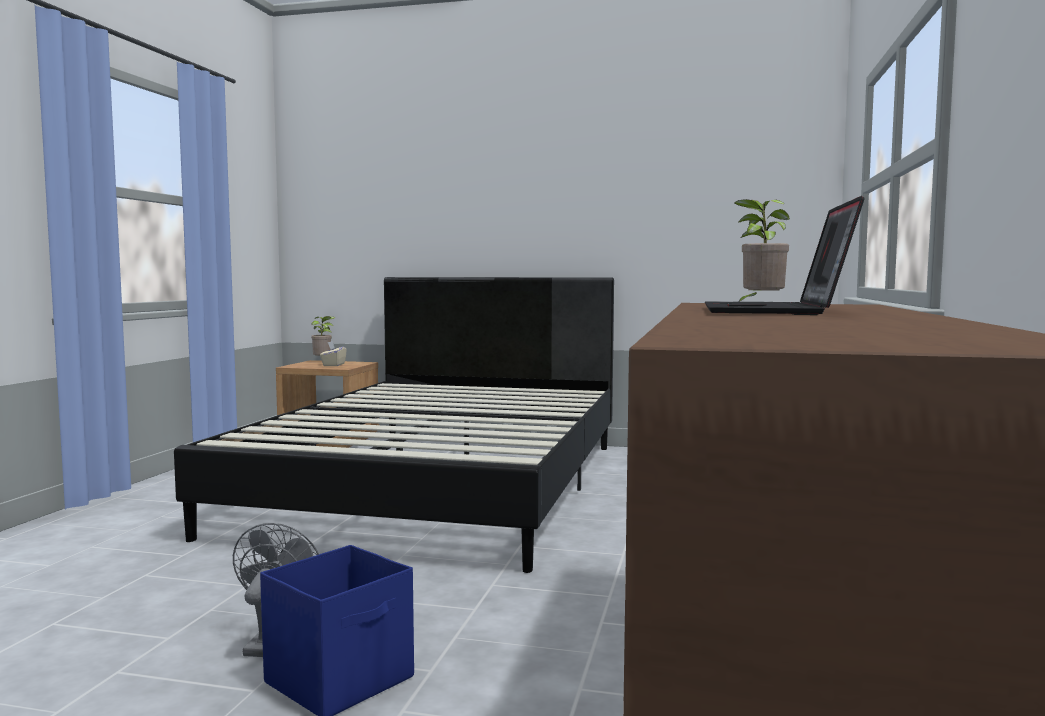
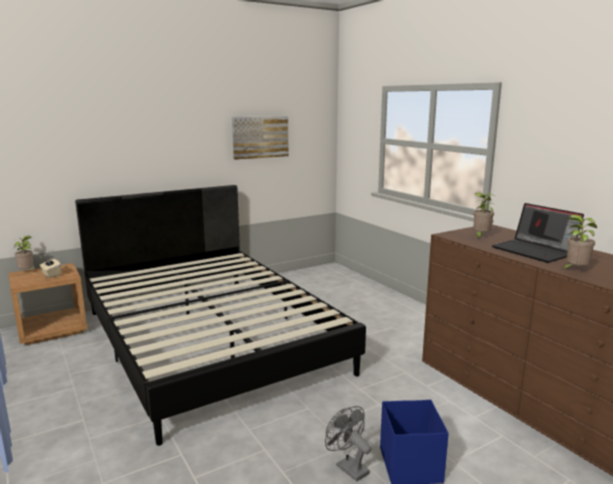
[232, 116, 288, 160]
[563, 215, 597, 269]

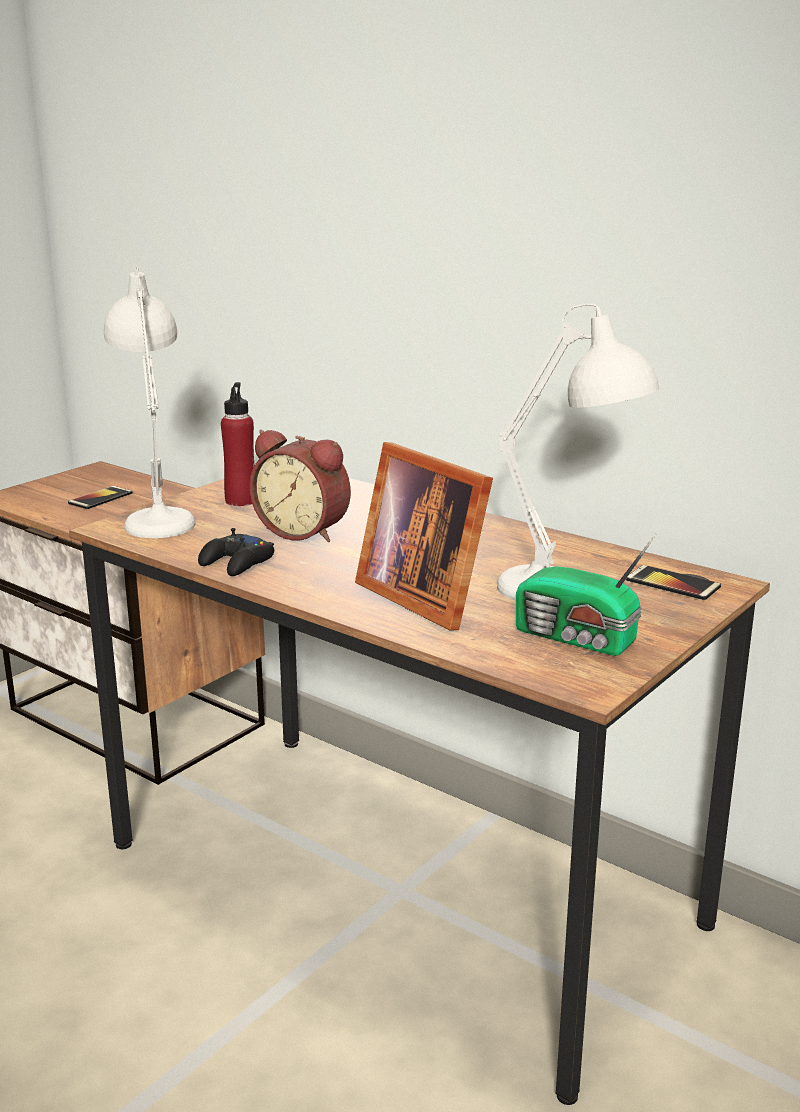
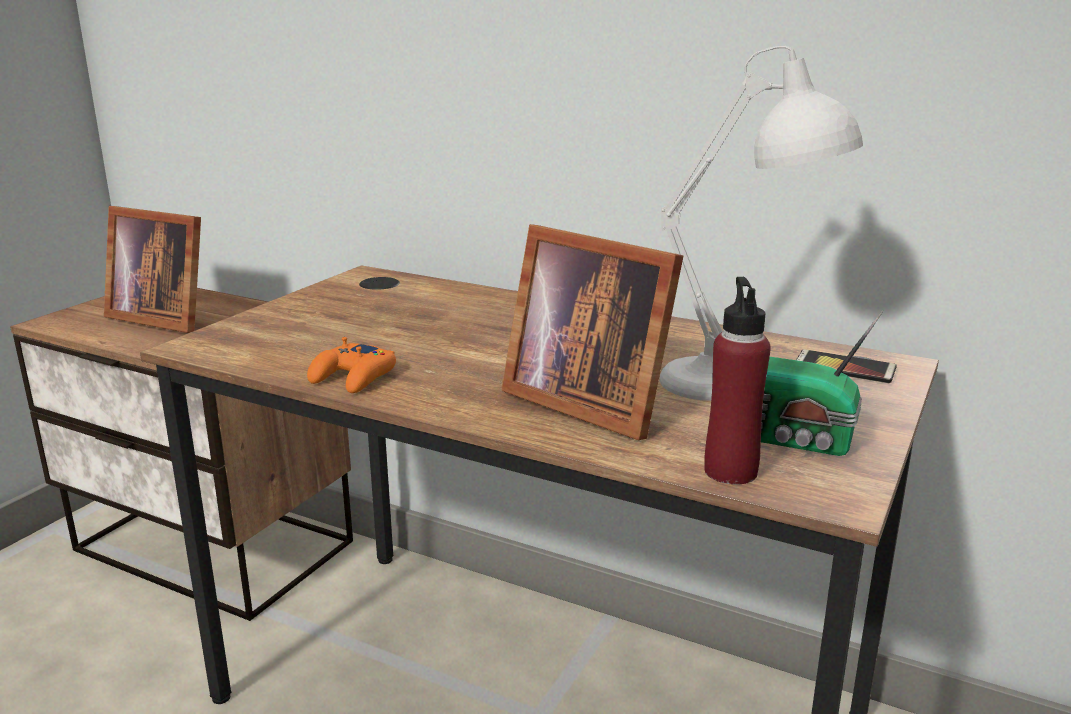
[104, 206, 201, 333]
[104, 266, 195, 538] (first image)
[307, 337, 396, 393]
[704, 277, 771, 485]
[249, 430, 351, 542] (first image)

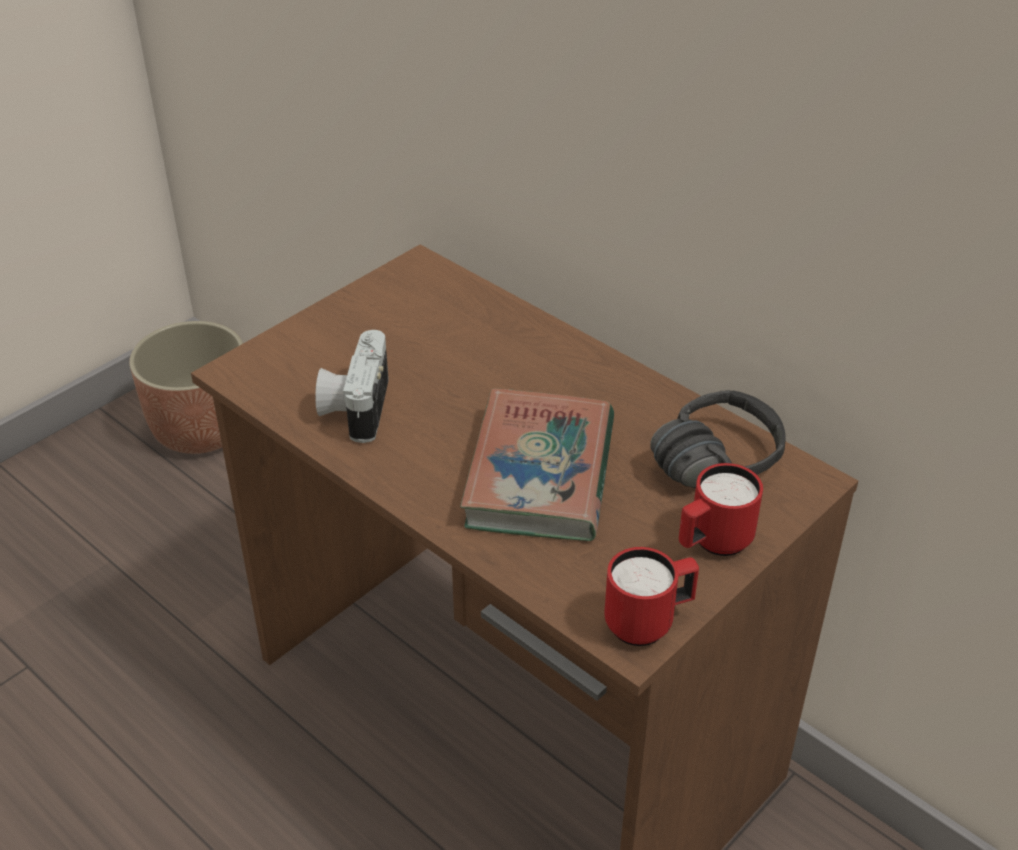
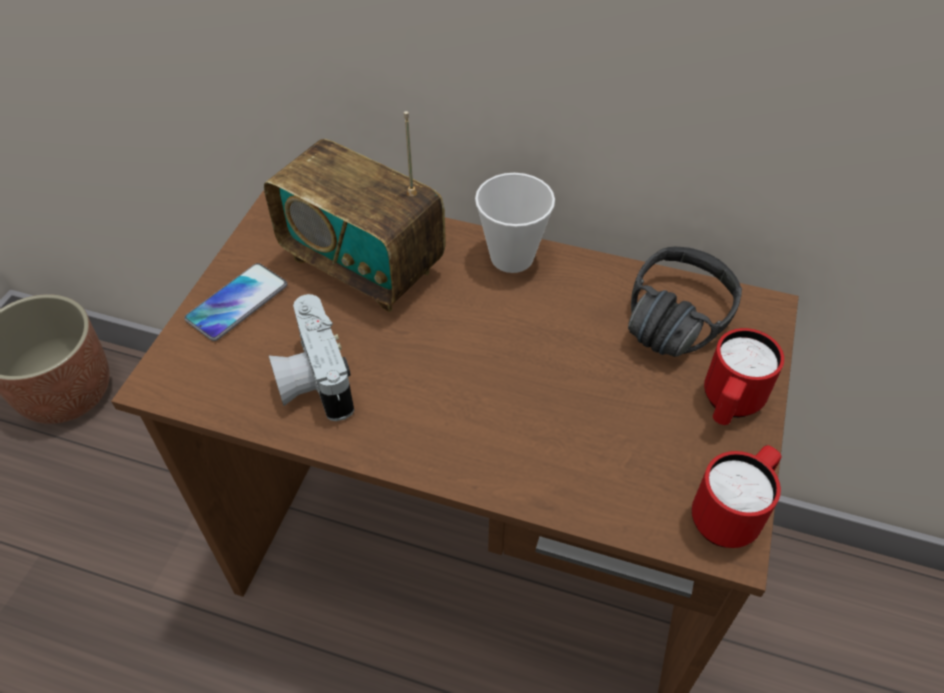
[460, 388, 614, 541] (first image)
[184, 263, 287, 341]
[264, 111, 446, 312]
[475, 173, 555, 273]

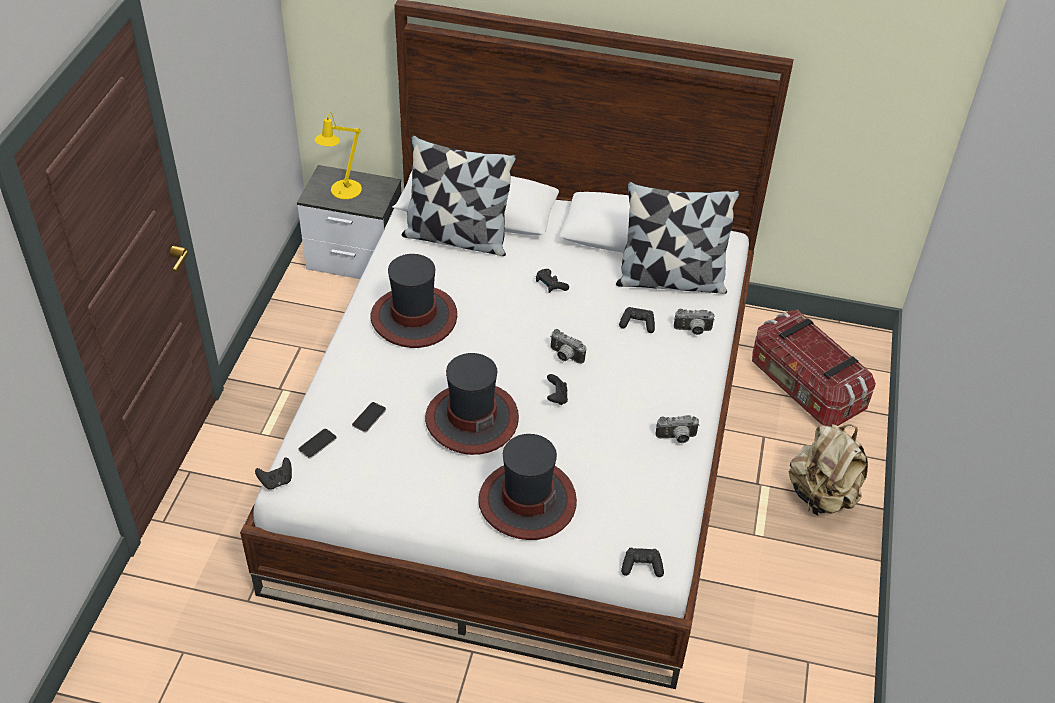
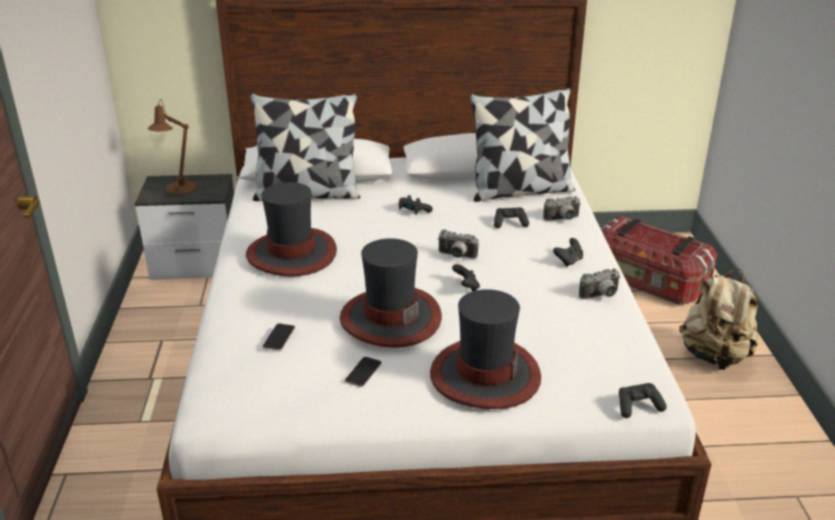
[553, 238, 583, 267]
[345, 357, 382, 387]
[147, 99, 197, 195]

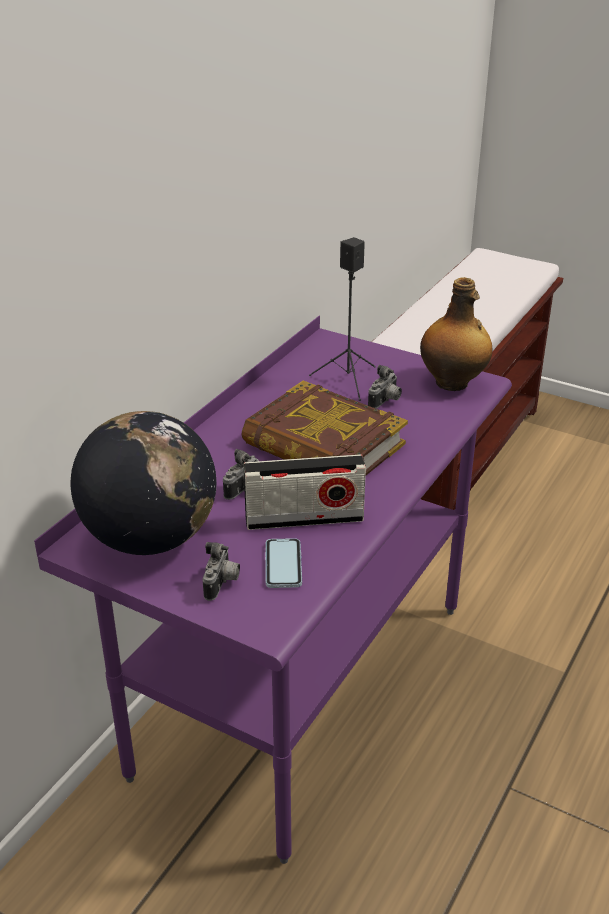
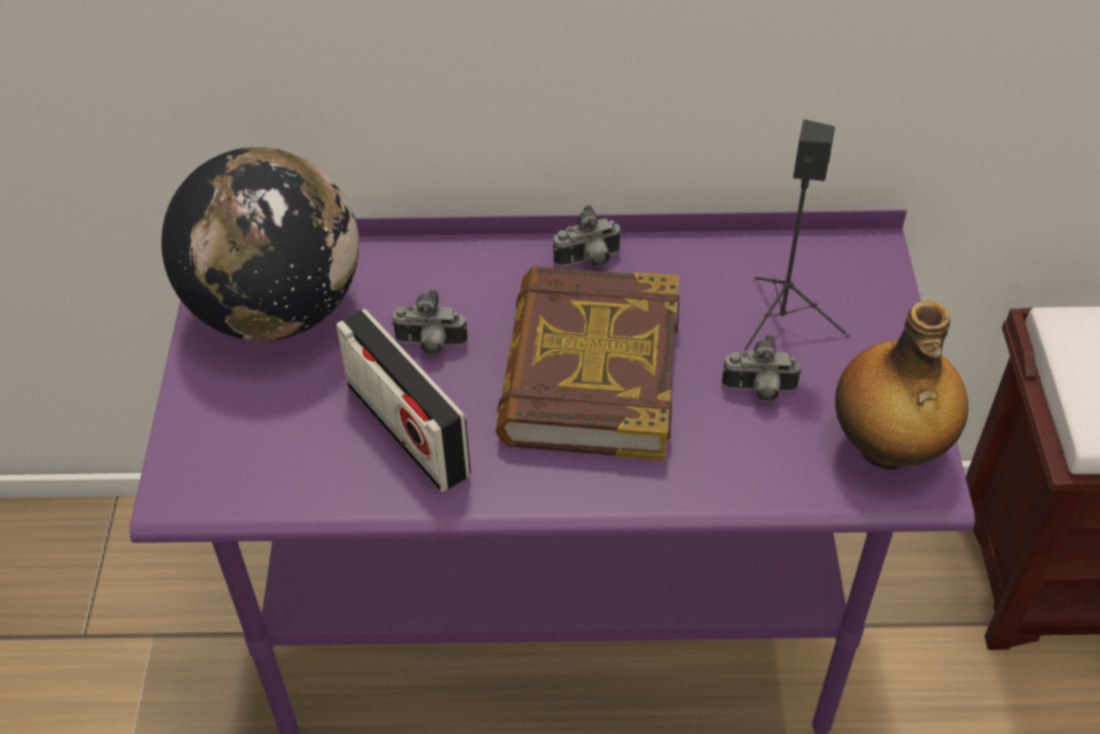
[553, 205, 622, 267]
[265, 538, 302, 588] (first image)

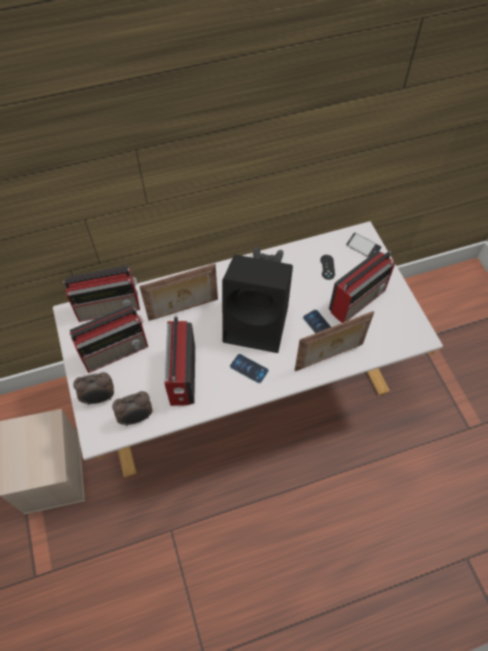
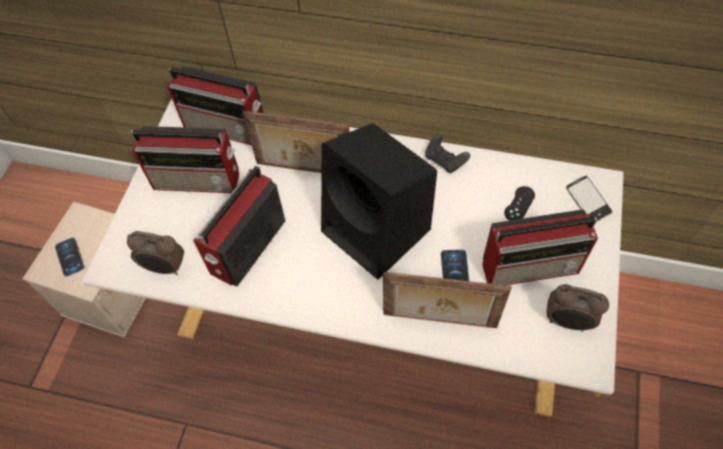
[547, 284, 609, 332]
[55, 238, 84, 277]

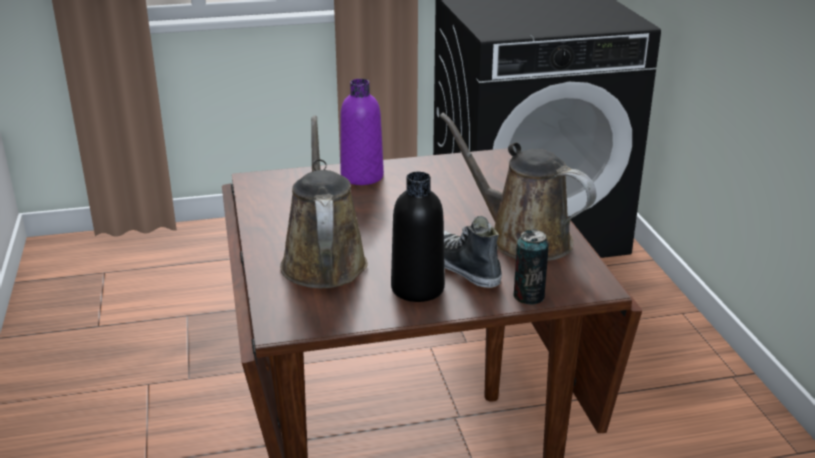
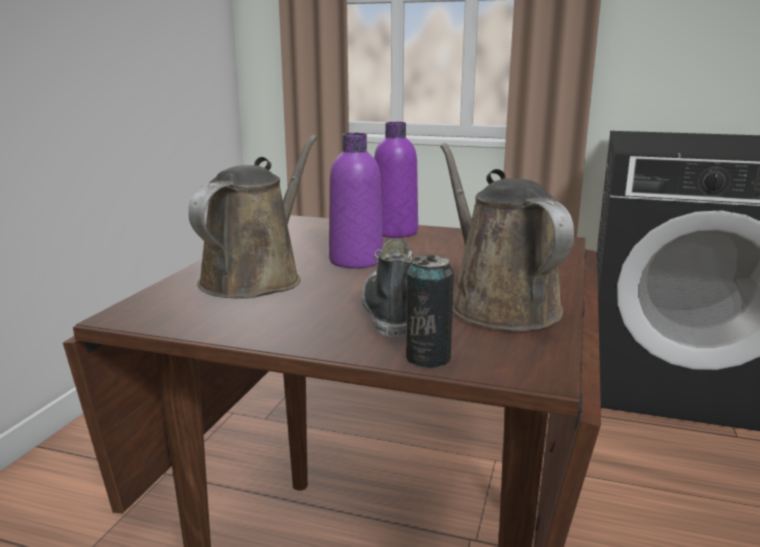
[391, 172, 445, 302] (first image)
[329, 133, 383, 269]

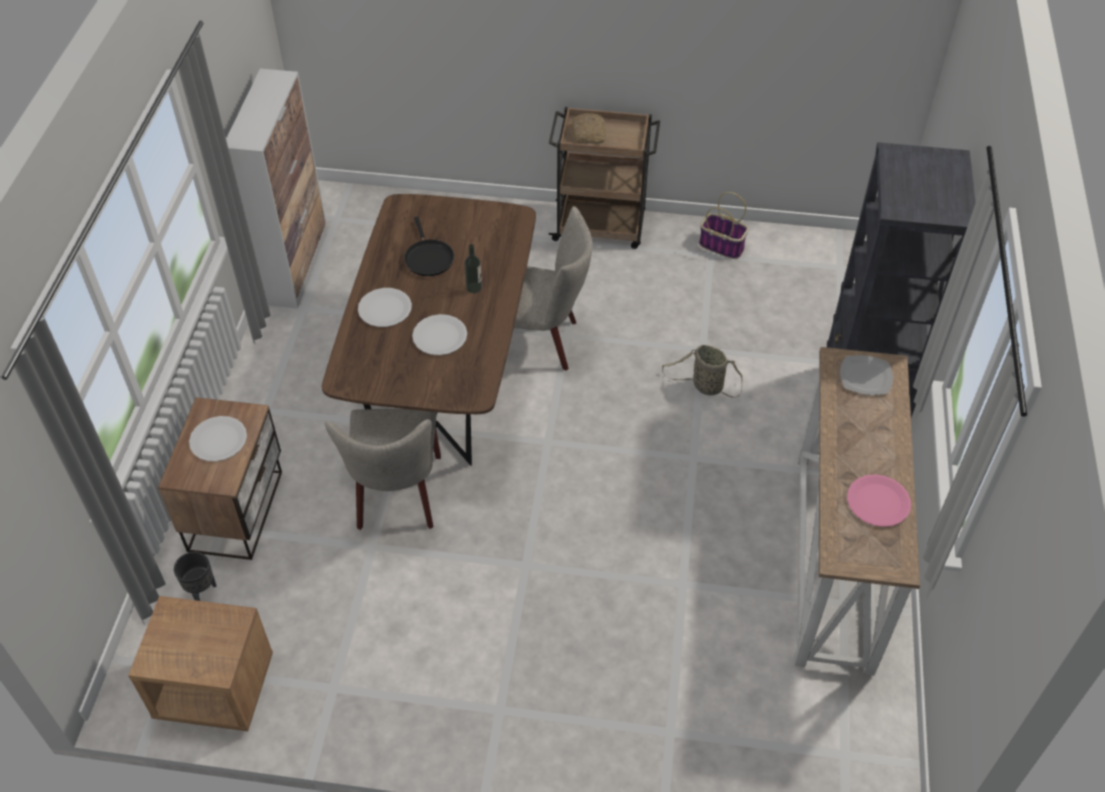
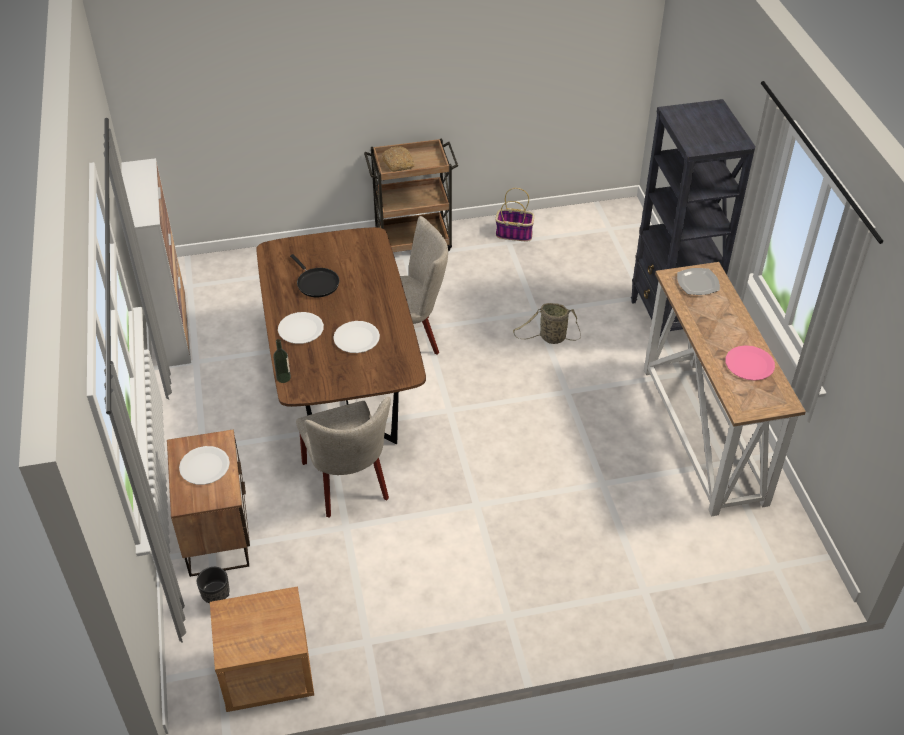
[273, 339, 291, 383]

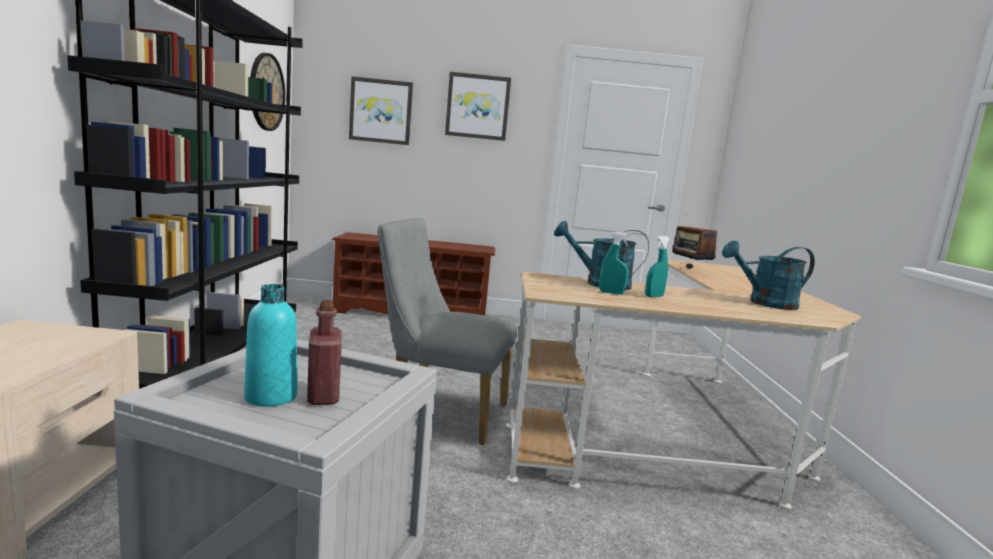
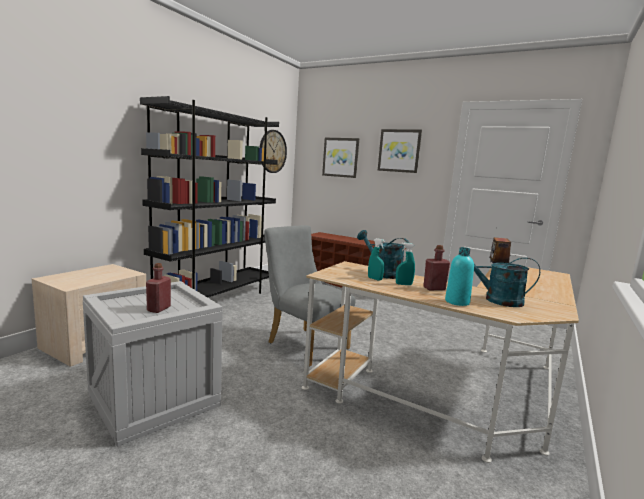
[445, 247, 474, 306]
[423, 245, 450, 290]

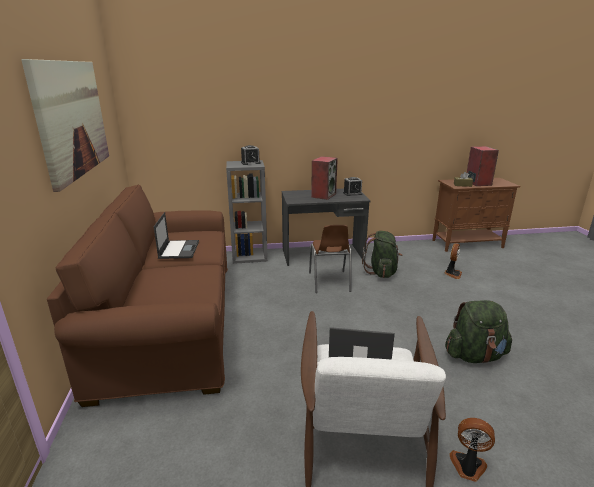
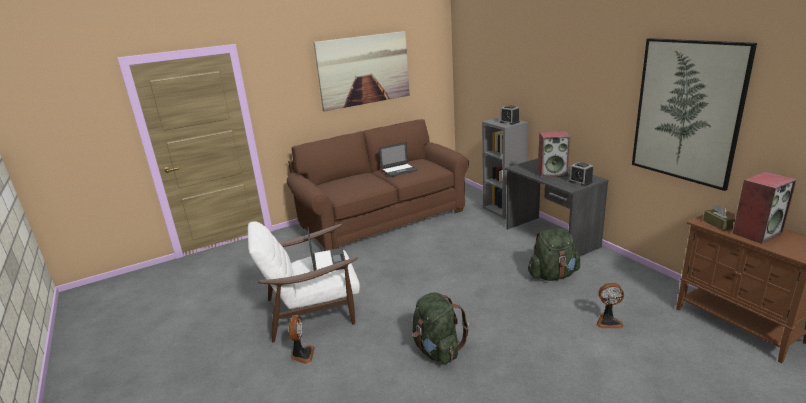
[309, 225, 352, 293] (first image)
[632, 38, 757, 191]

